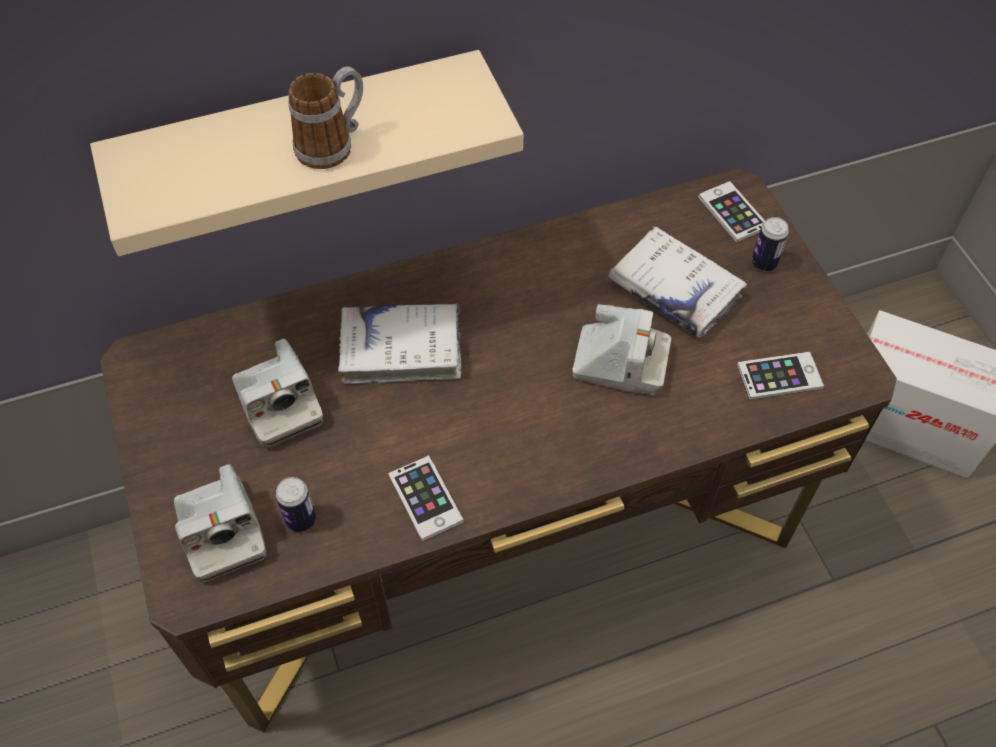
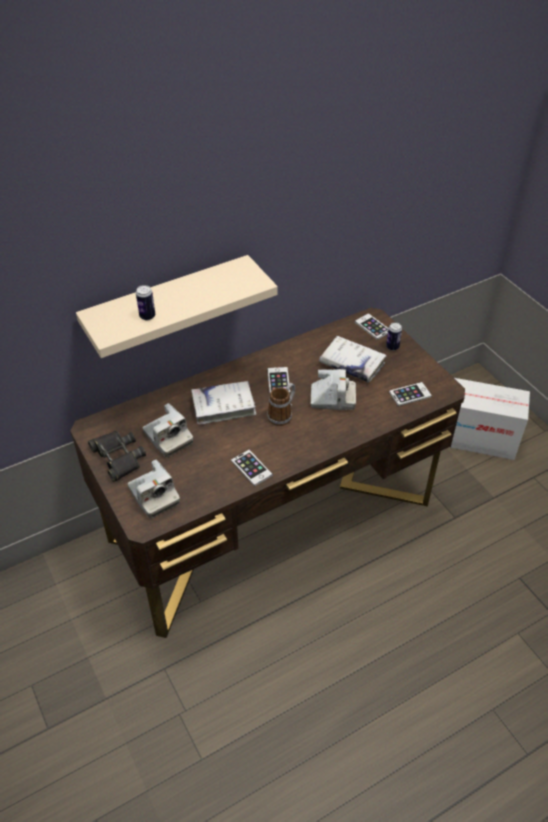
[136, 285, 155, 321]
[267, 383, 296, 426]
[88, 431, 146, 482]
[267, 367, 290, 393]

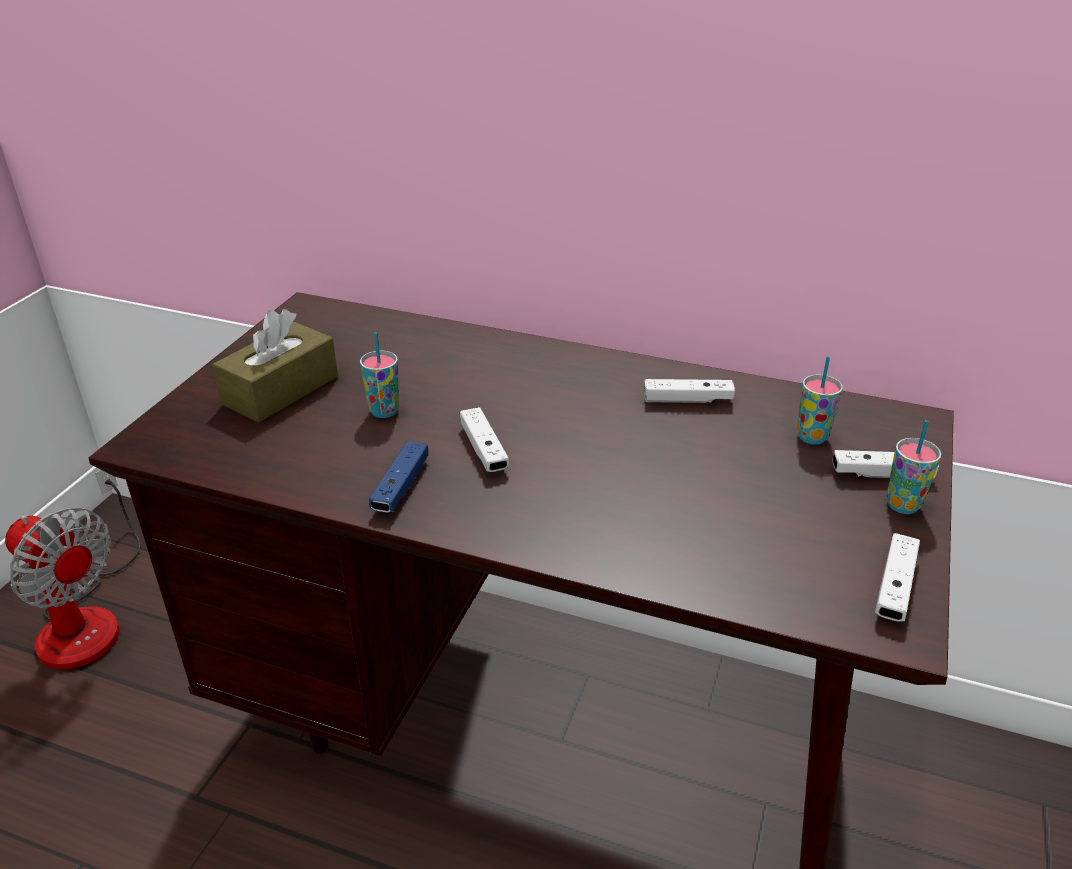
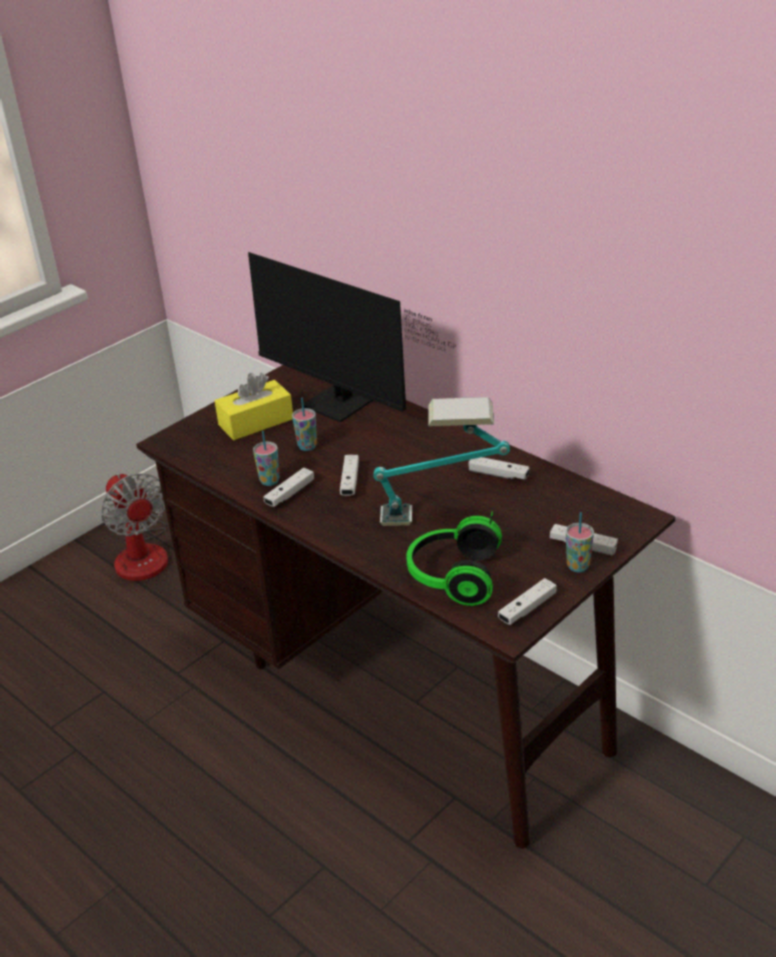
[215, 373, 293, 440]
[263, 468, 314, 507]
[253, 431, 279, 486]
[248, 252, 456, 422]
[373, 397, 510, 526]
[406, 511, 502, 606]

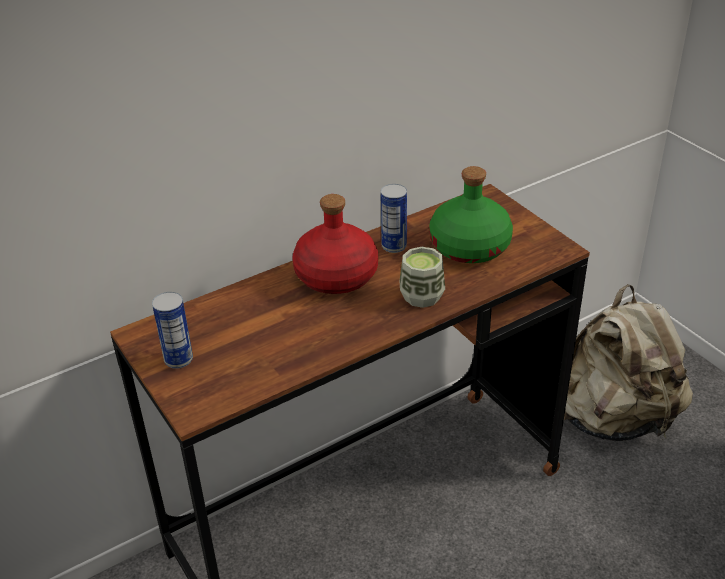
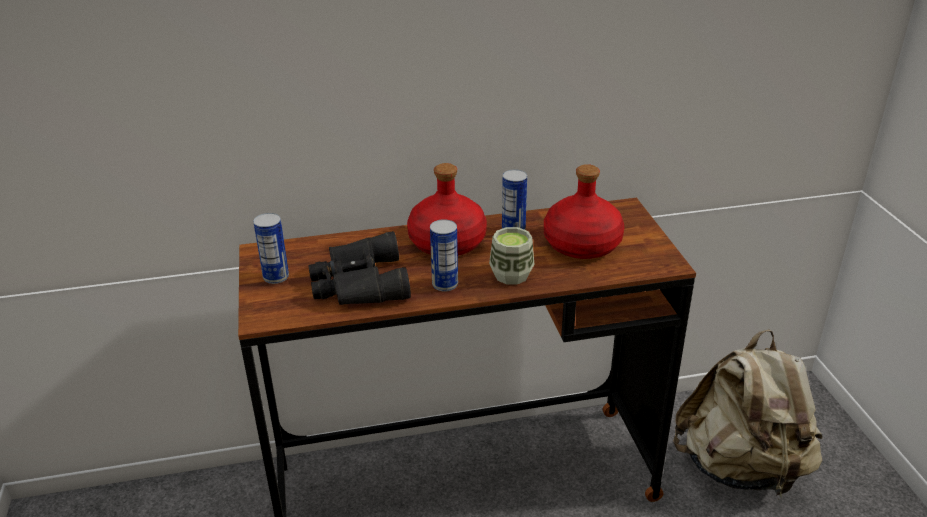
[544, 164, 624, 259]
[308, 231, 411, 305]
[430, 219, 458, 292]

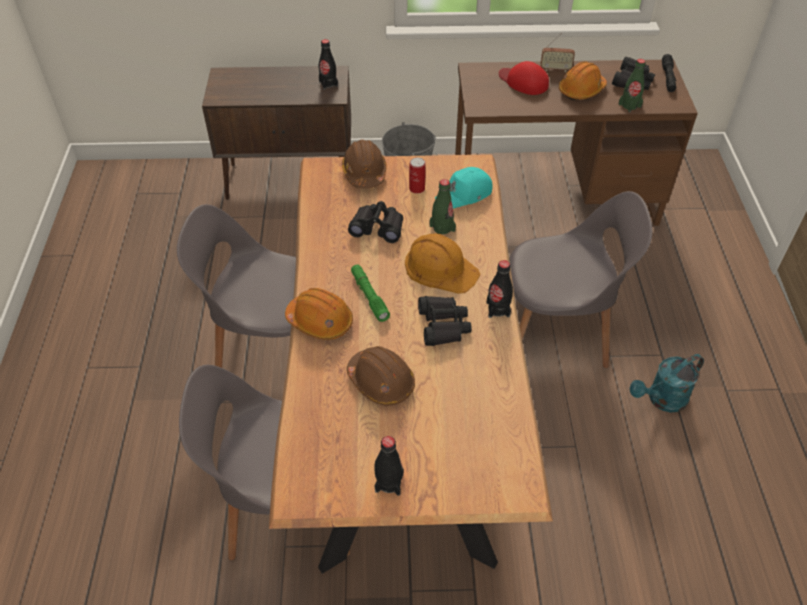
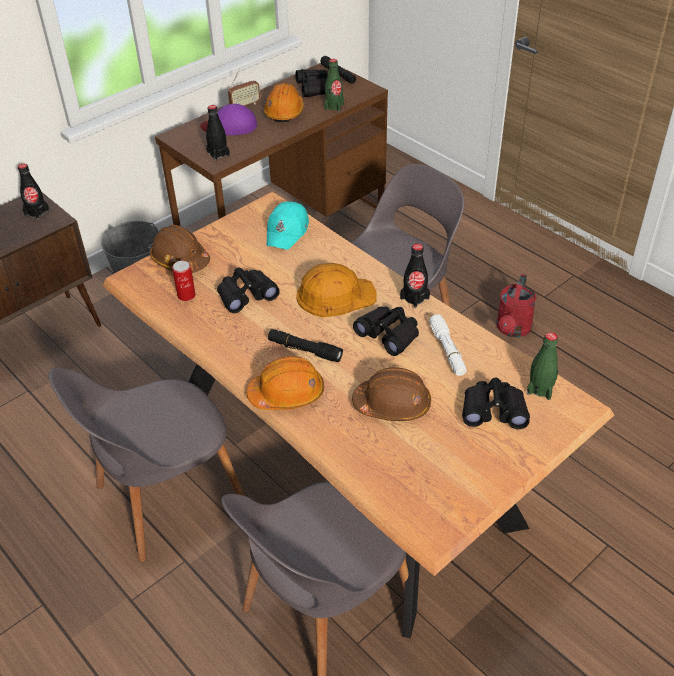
[268, 329, 343, 362]
[206, 105, 230, 161]
[172, 261, 195, 301]
[527, 332, 558, 400]
[200, 104, 257, 135]
[496, 274, 536, 337]
[429, 314, 467, 376]
[462, 378, 530, 429]

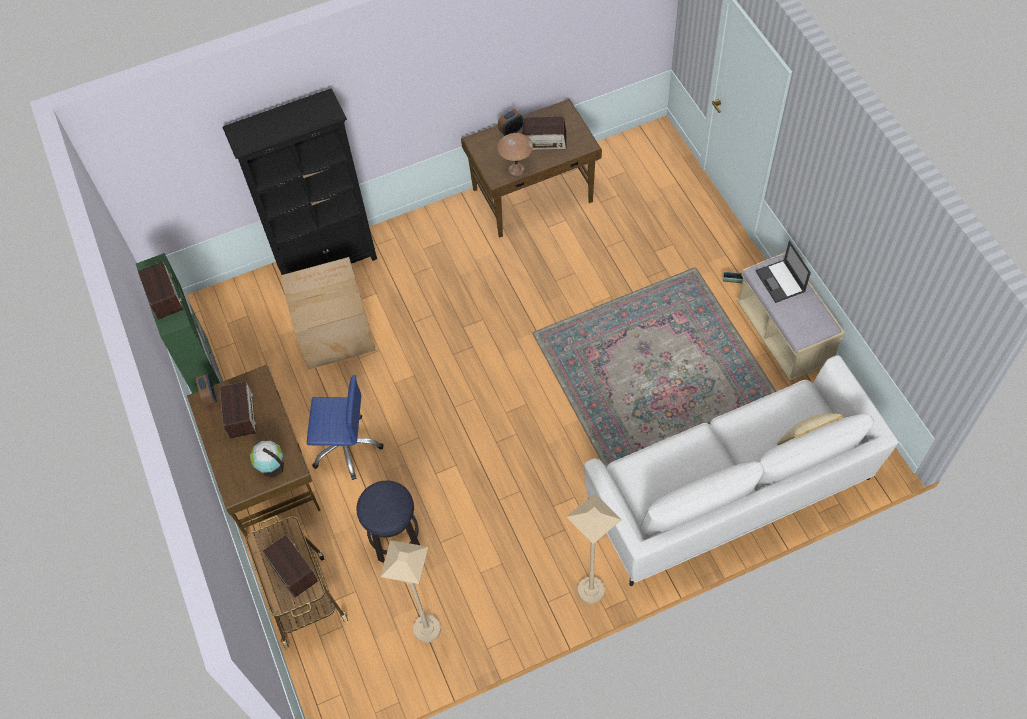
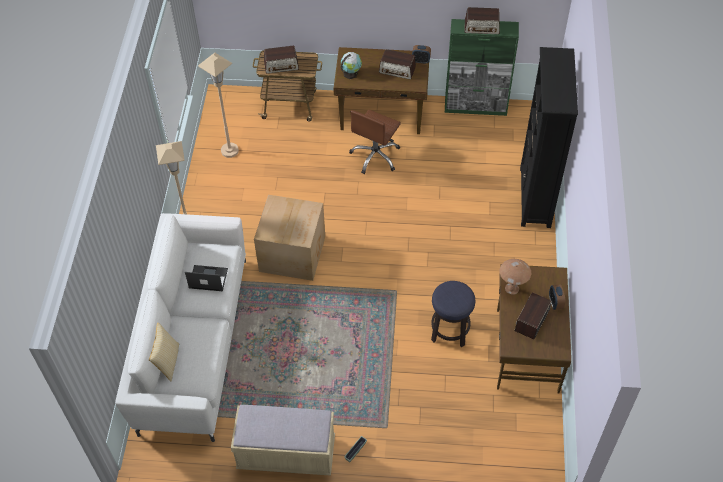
[254, 195, 325, 281]
[349, 110, 401, 174]
[431, 281, 475, 347]
[185, 265, 228, 291]

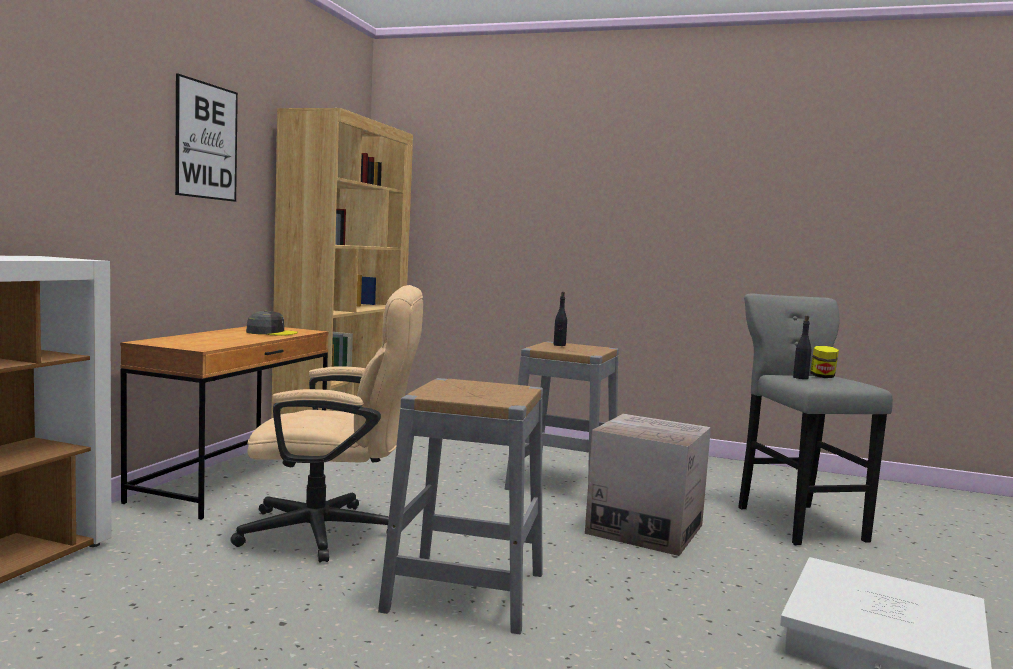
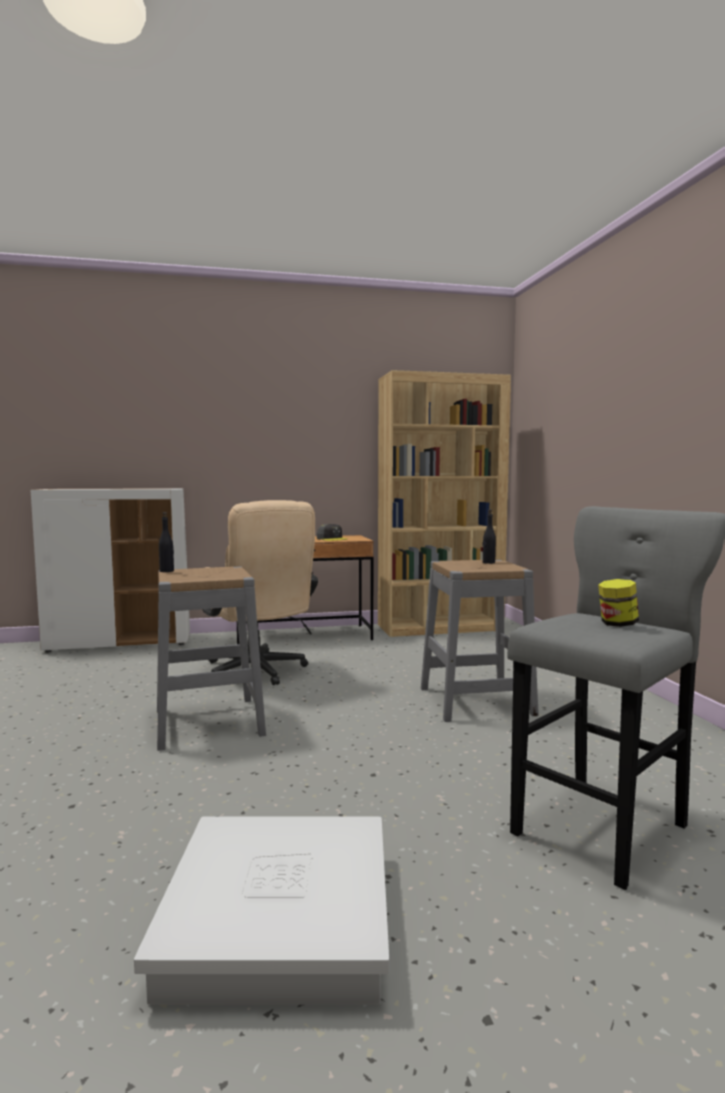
[175, 73, 238, 202] (first image)
[585, 414, 711, 556] (first image)
[159, 512, 174, 572]

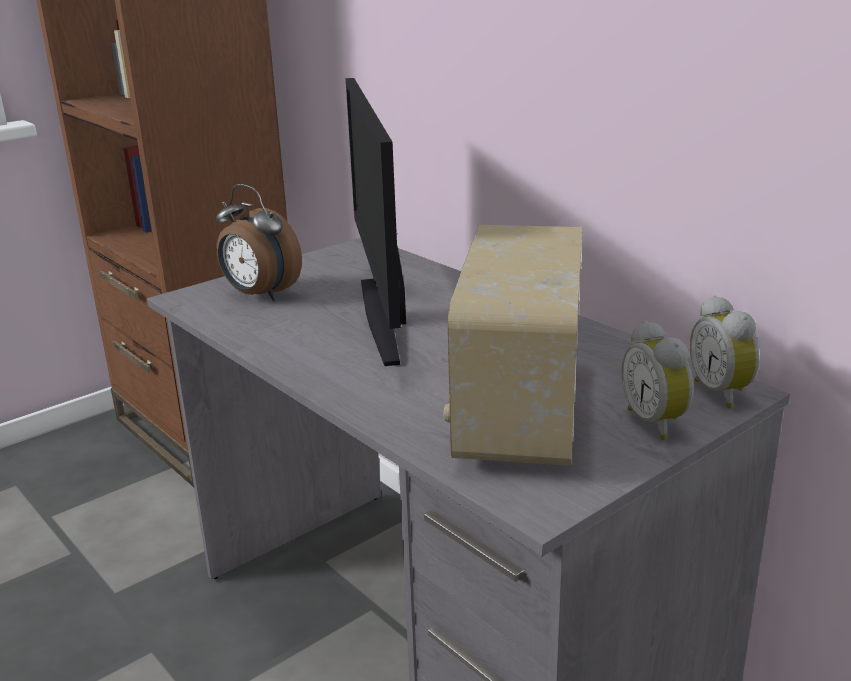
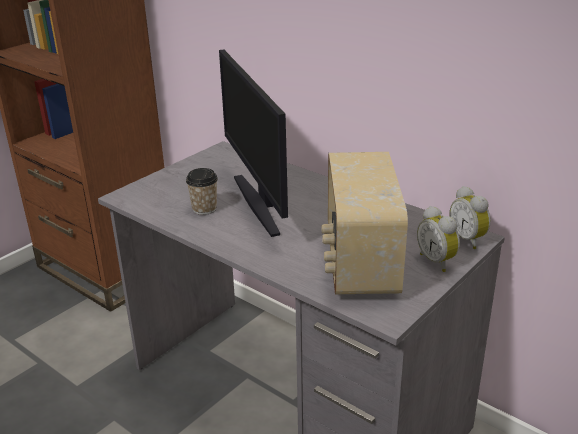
[216, 184, 302, 301] (first image)
[186, 168, 218, 215]

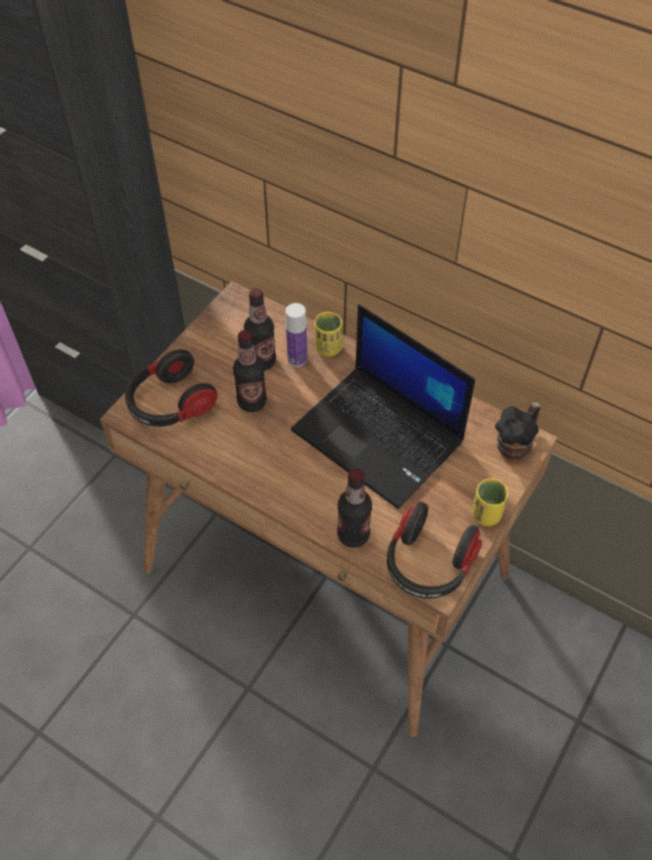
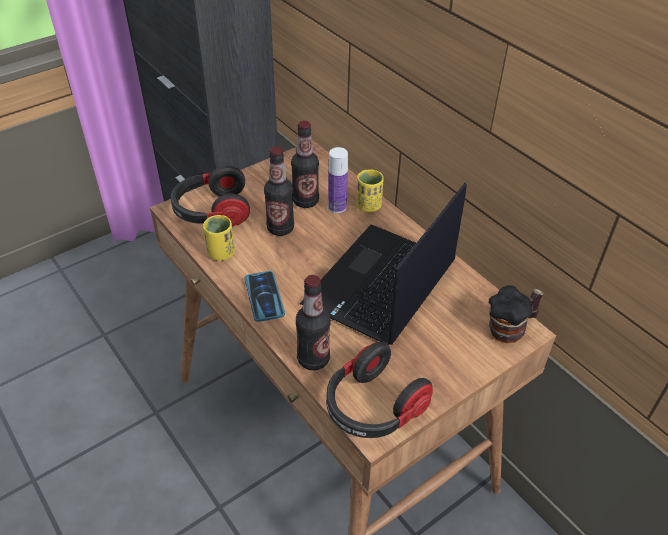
[299, 183, 467, 345]
[203, 215, 235, 261]
[244, 271, 285, 322]

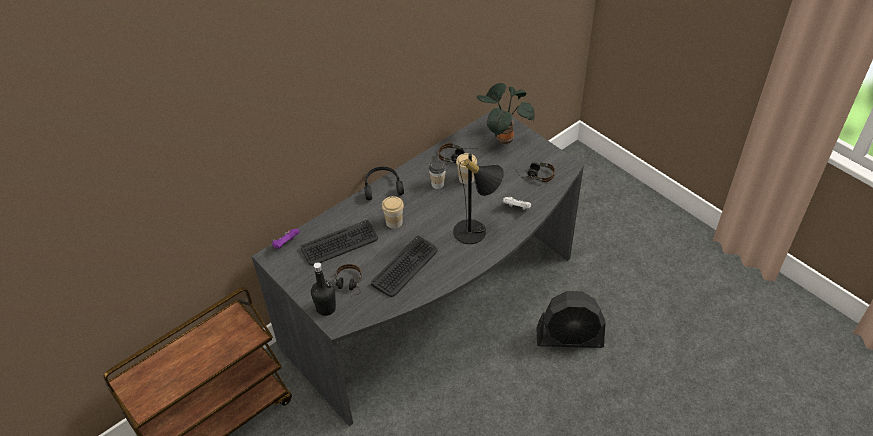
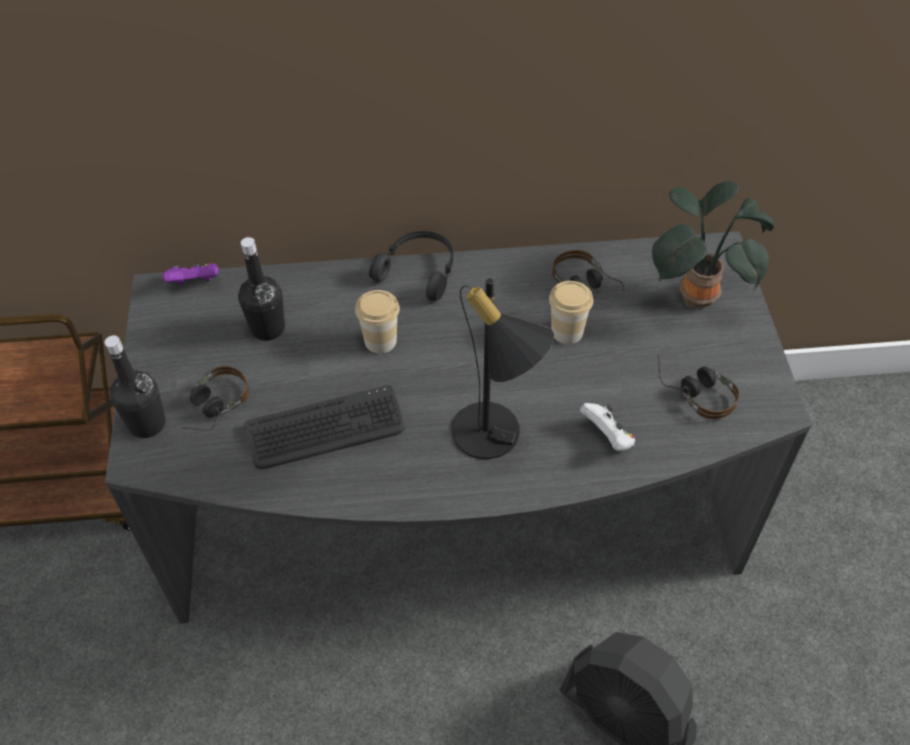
[238, 237, 285, 341]
[429, 161, 446, 189] (first image)

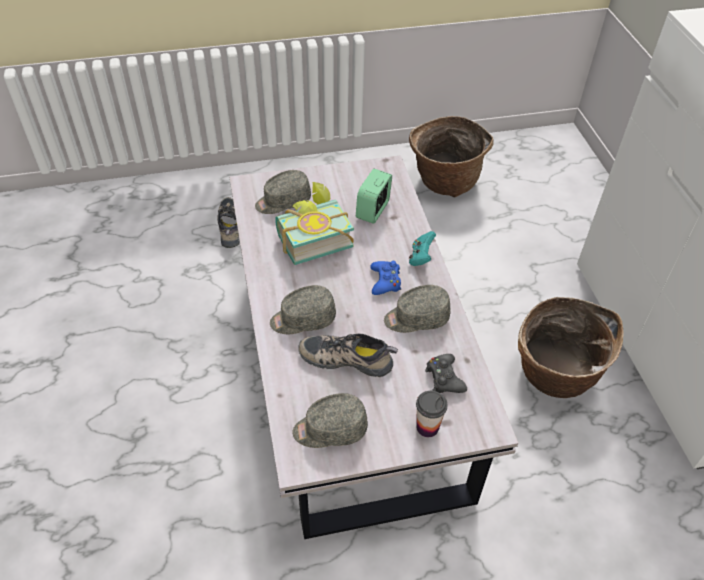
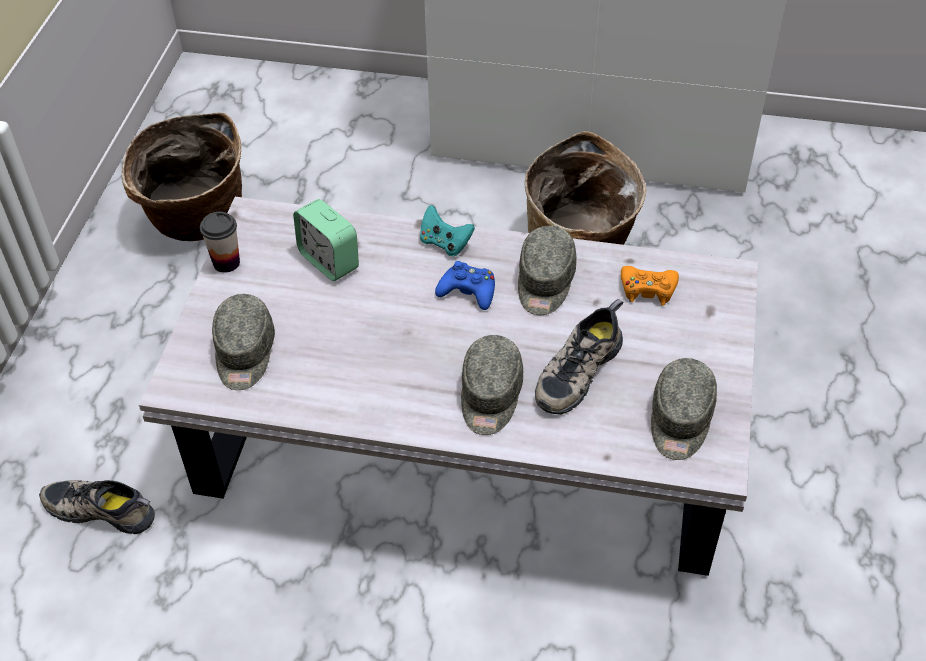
[275, 182, 354, 265] (first image)
[200, 212, 240, 273]
[621, 266, 679, 306]

